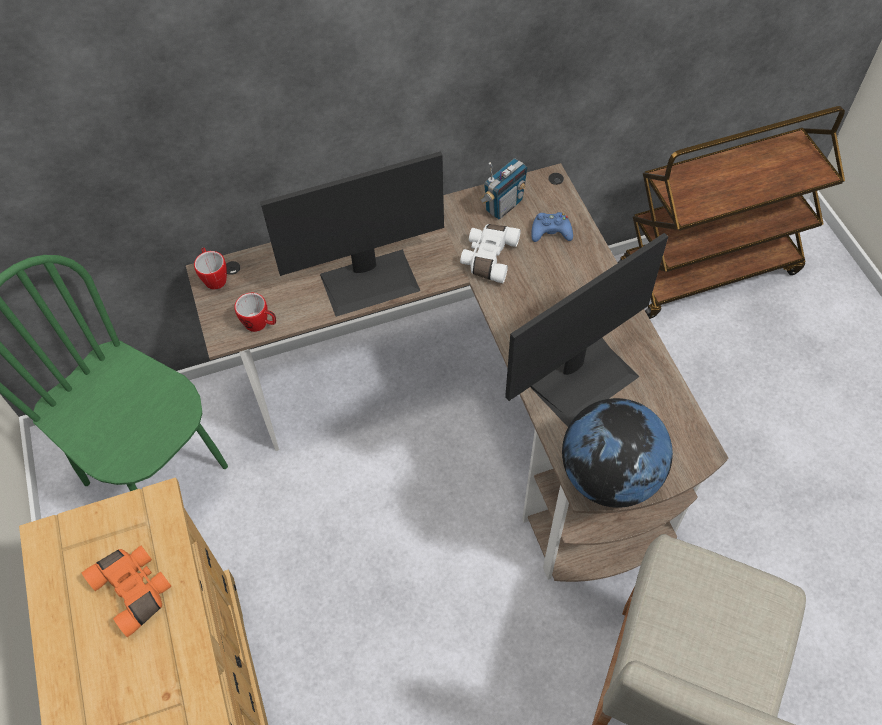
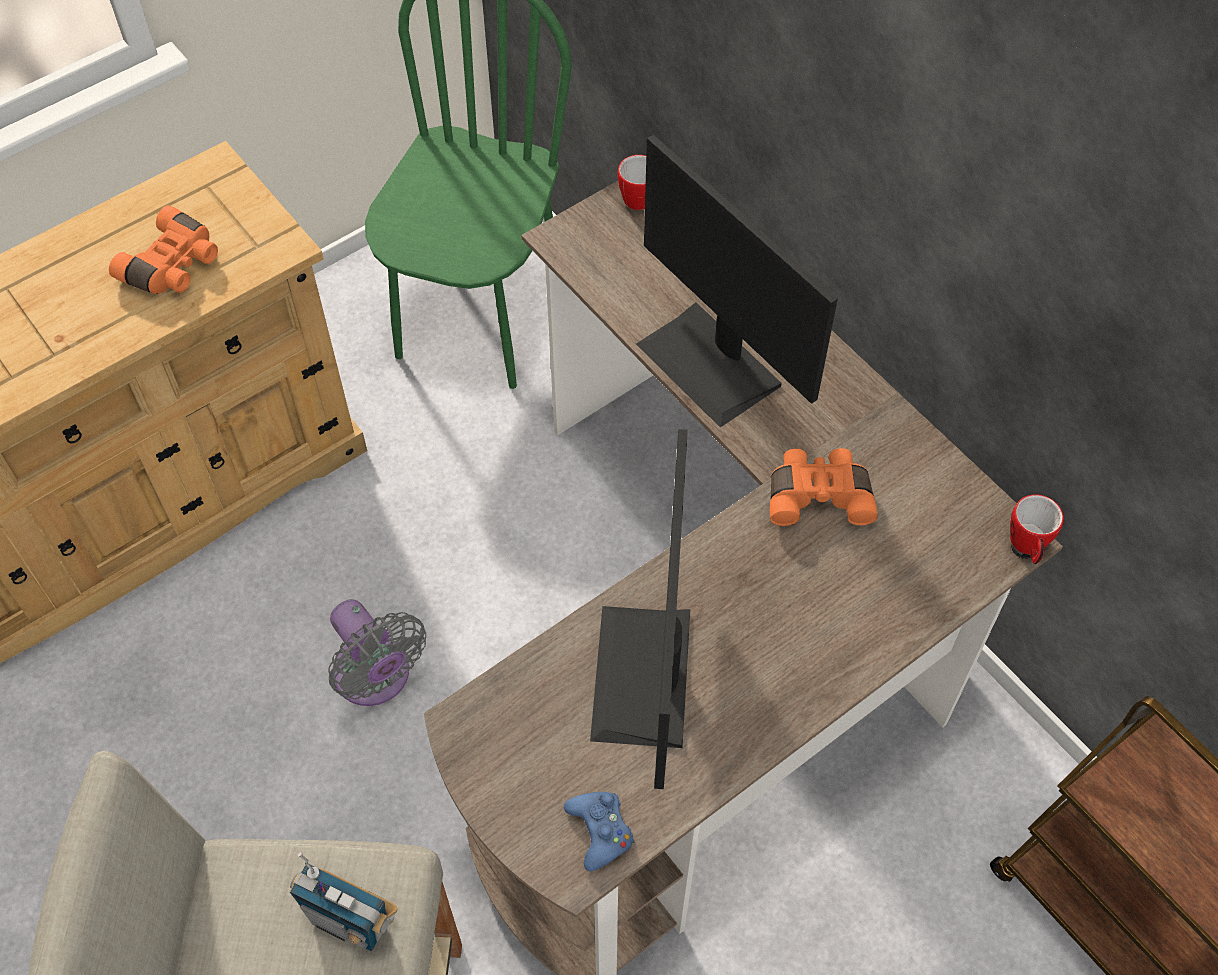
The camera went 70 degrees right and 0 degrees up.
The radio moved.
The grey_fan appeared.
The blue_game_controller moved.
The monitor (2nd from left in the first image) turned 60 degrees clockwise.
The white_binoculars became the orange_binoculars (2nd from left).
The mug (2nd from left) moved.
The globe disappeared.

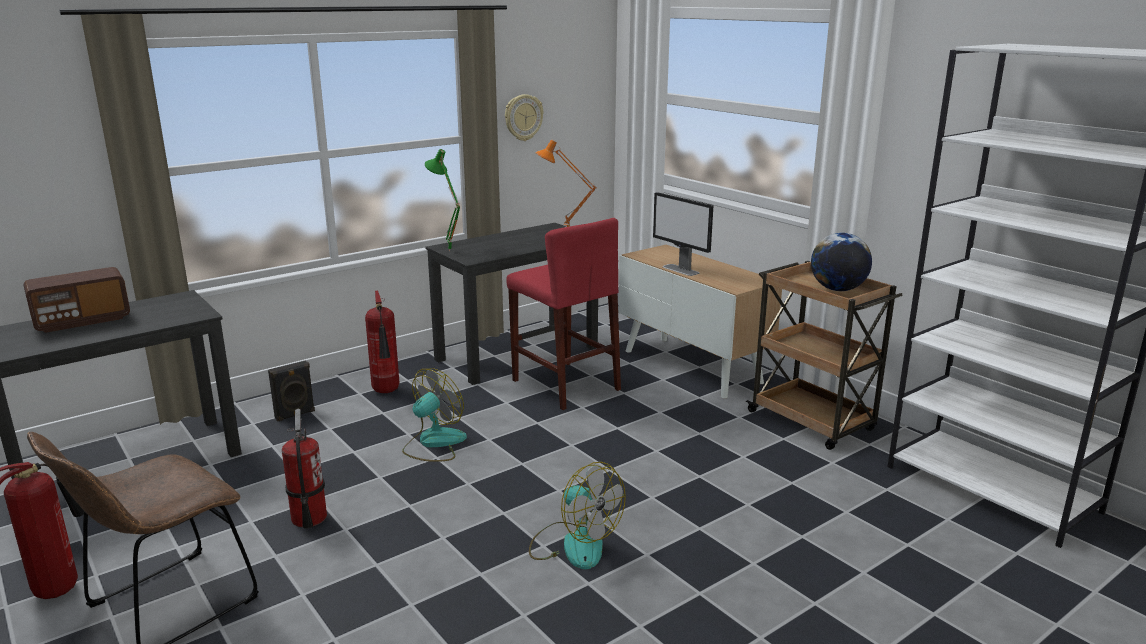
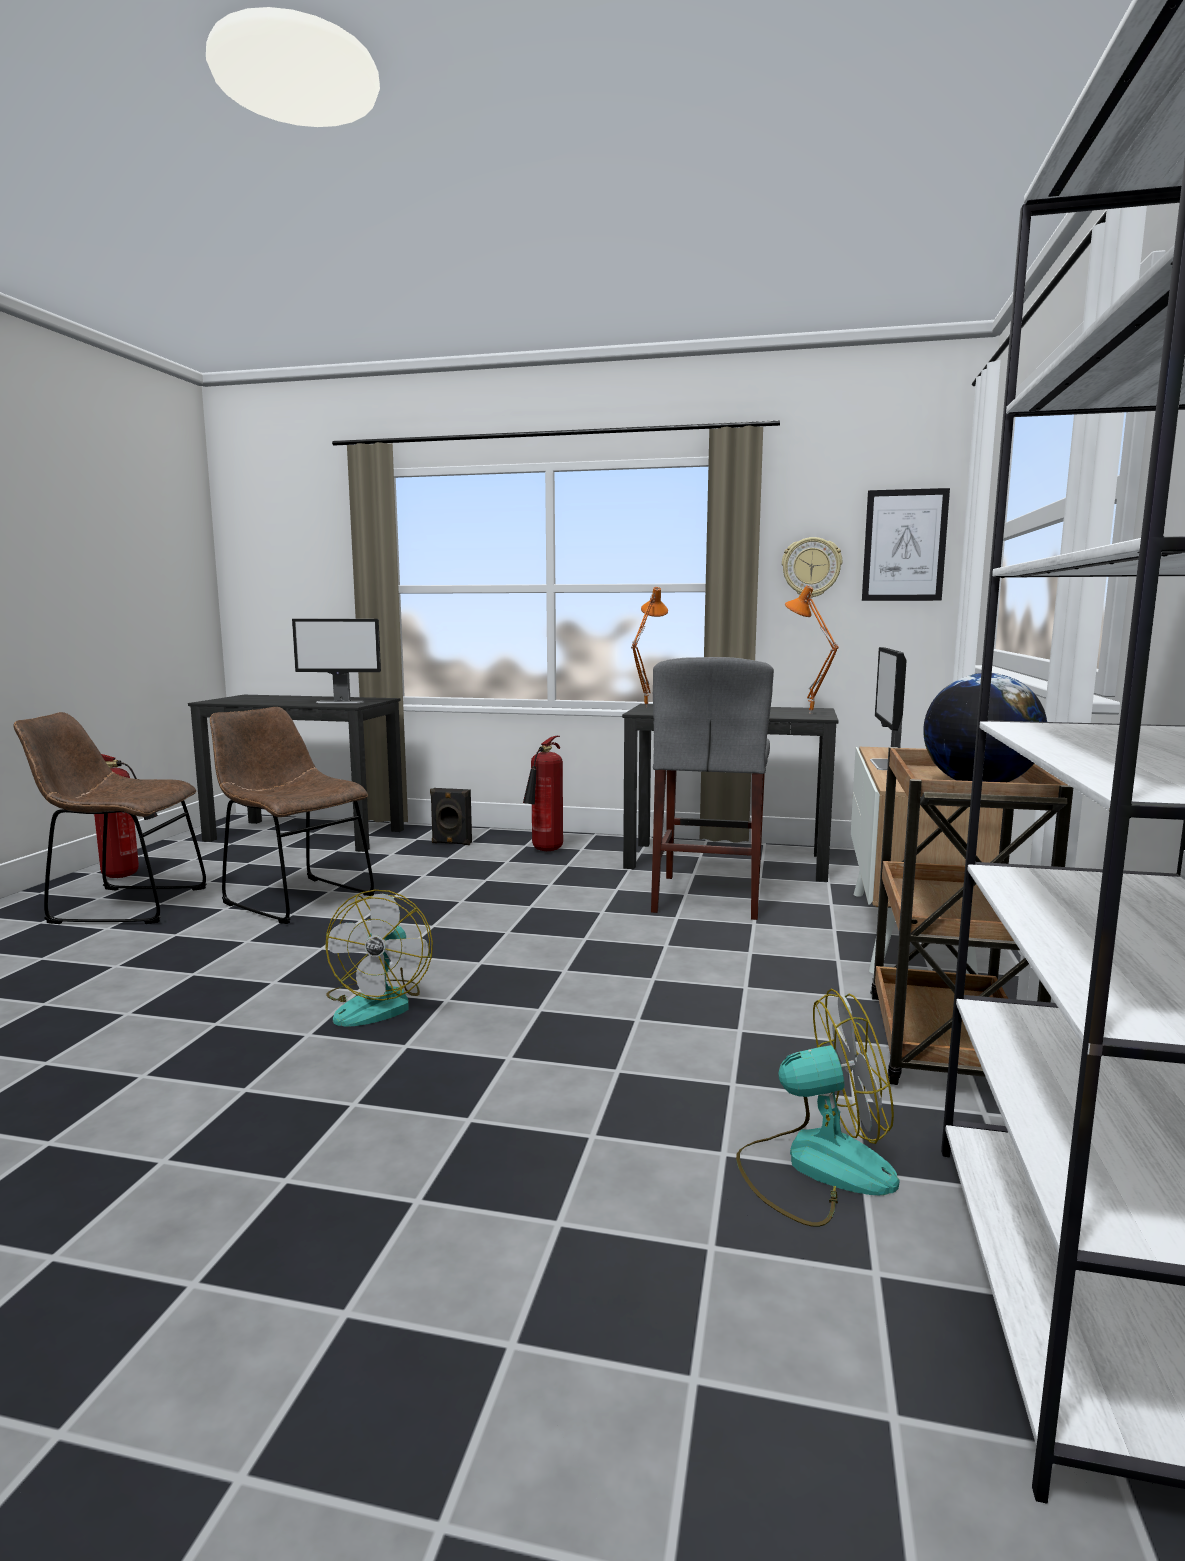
The camera went 50 degrees right and 10 degrees down.
The fire_extinguisher (2nd from left) was replaced by the brown_chair (2nd from left).
The monitor (1st from left) appeared.
The green_table_lamp became the orange_table_lamp (1st from left).
The red_stool became the grey_stool.
The fan (1st from left in the first image) moved.
The picture appeared.
The radio disappeared.

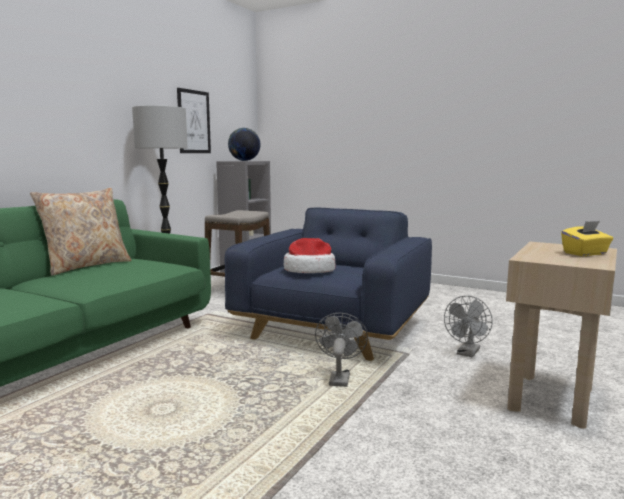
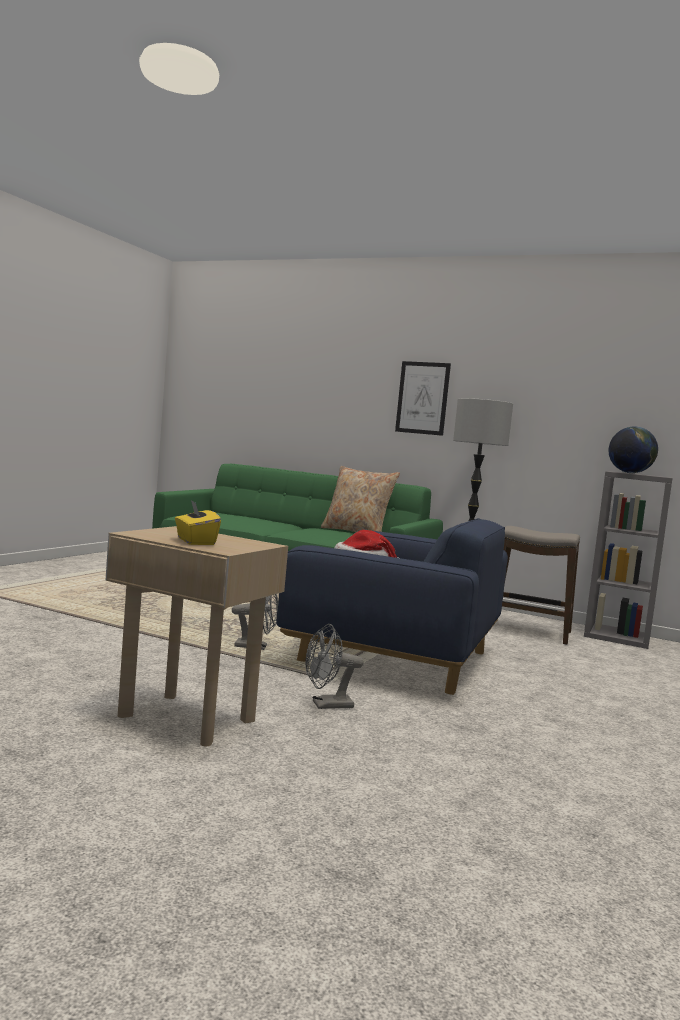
The camera went 85 degrees right and 5 degrees down.
The grey_fan (2nd from left) turned 45 degrees counterclockwise.
The picture moved.

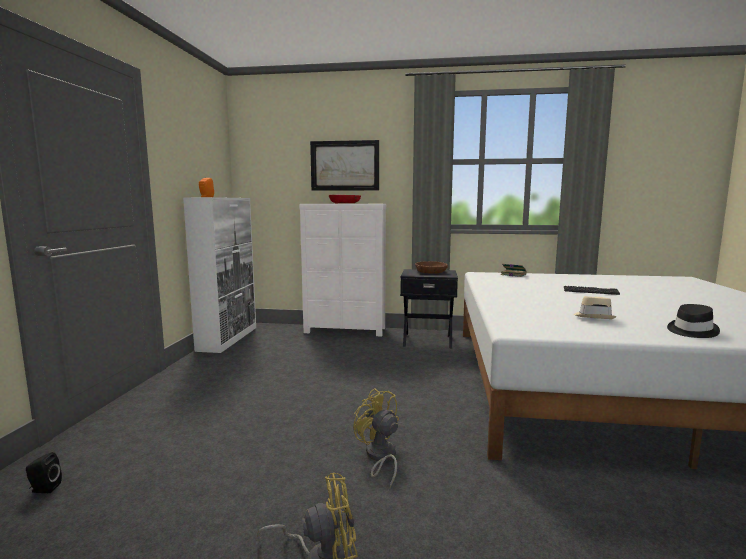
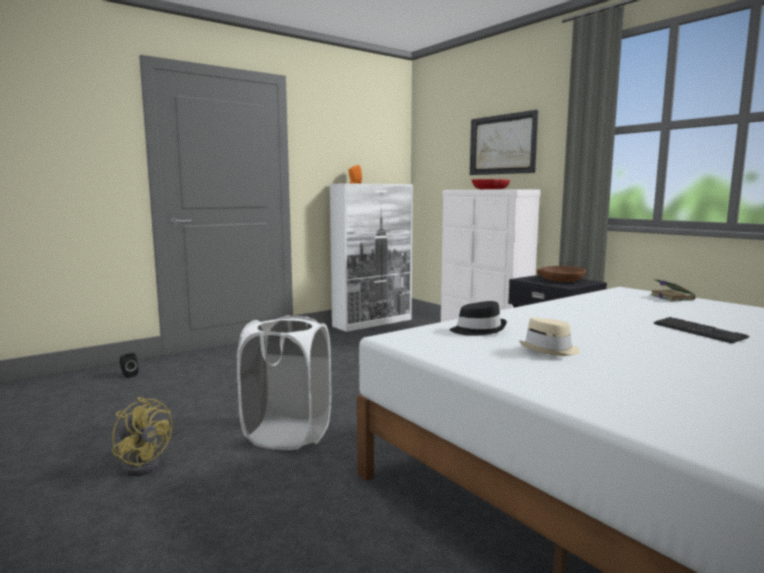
The camera went 45 degrees right and 0 degrees up.
The yellow_fan (2nd from left) was replaced by the white_laundry_basket.
The black_hat moved.

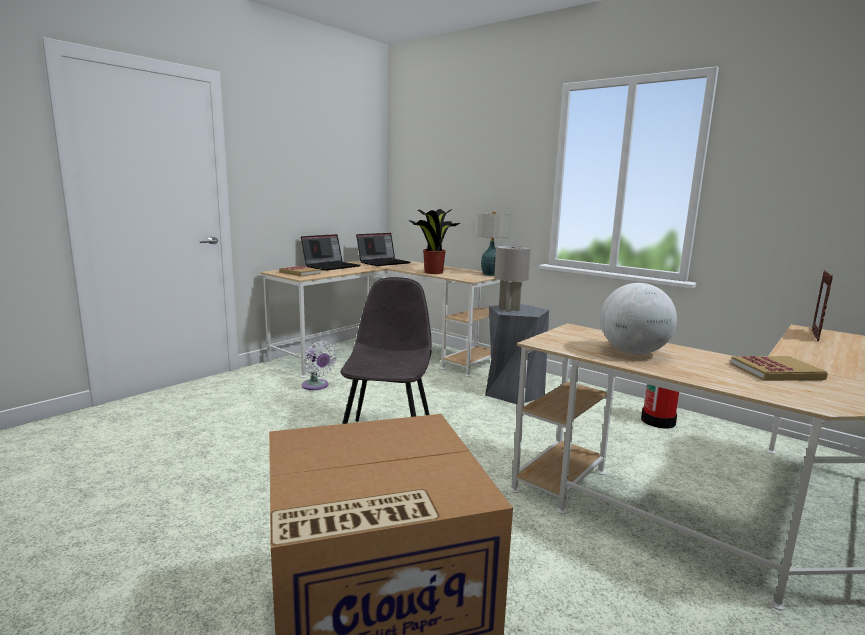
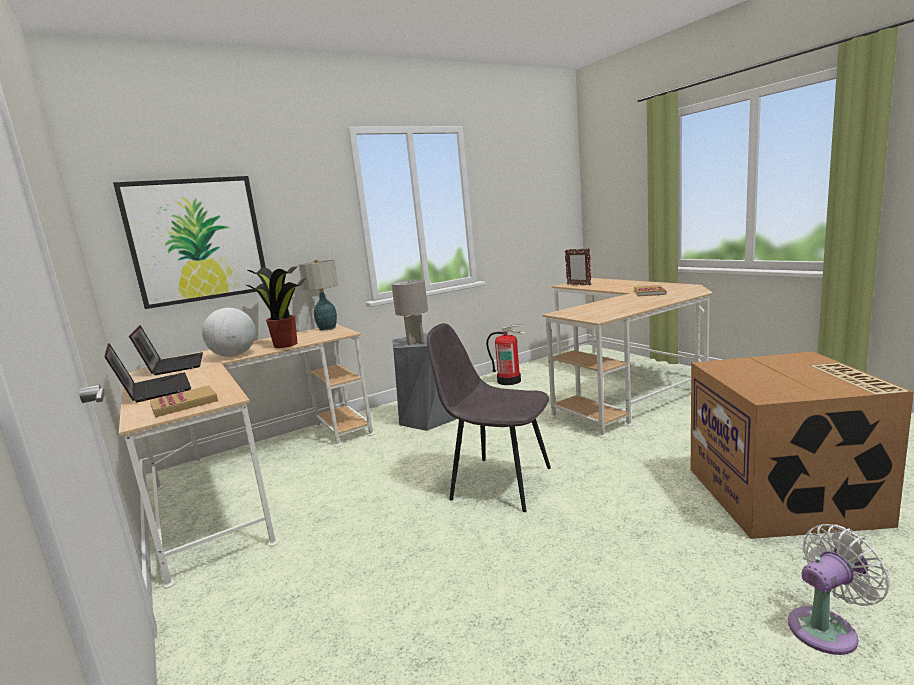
The camera went 70 degrees left and 0 degrees up.
The picture appeared.
The globe moved.
The white_fan moved.

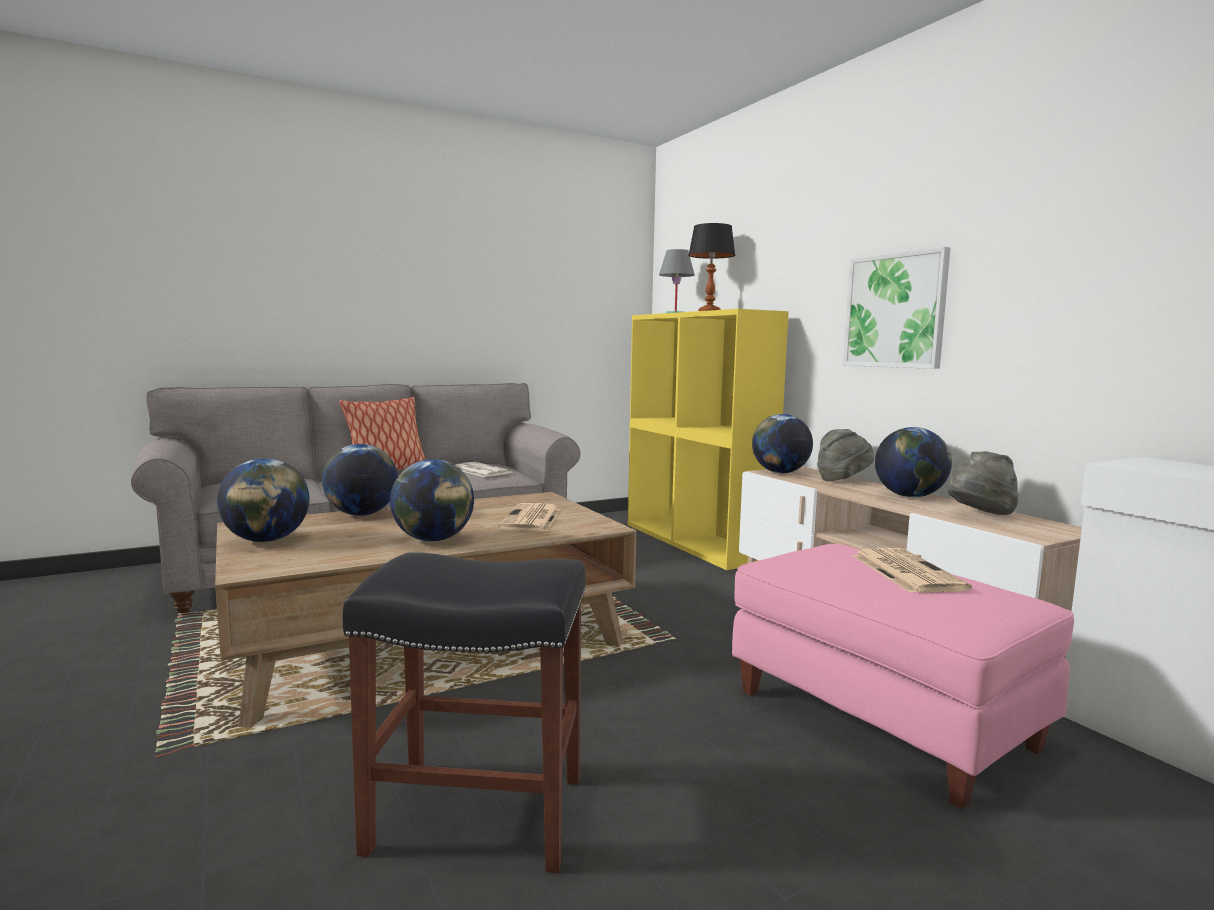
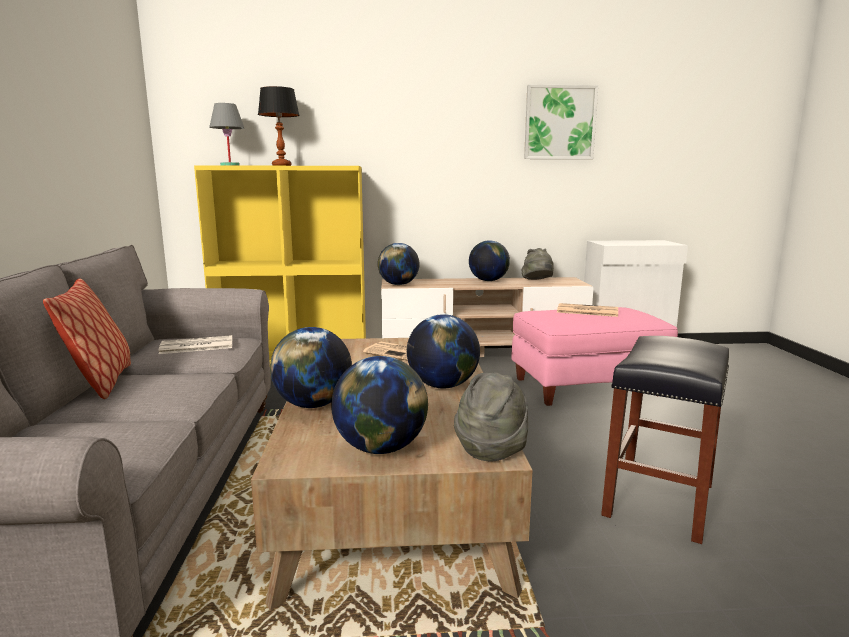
The camera went 65 degrees left and 5 degrees up.
The grey_hat (1st from left) moved.
The picture moved.

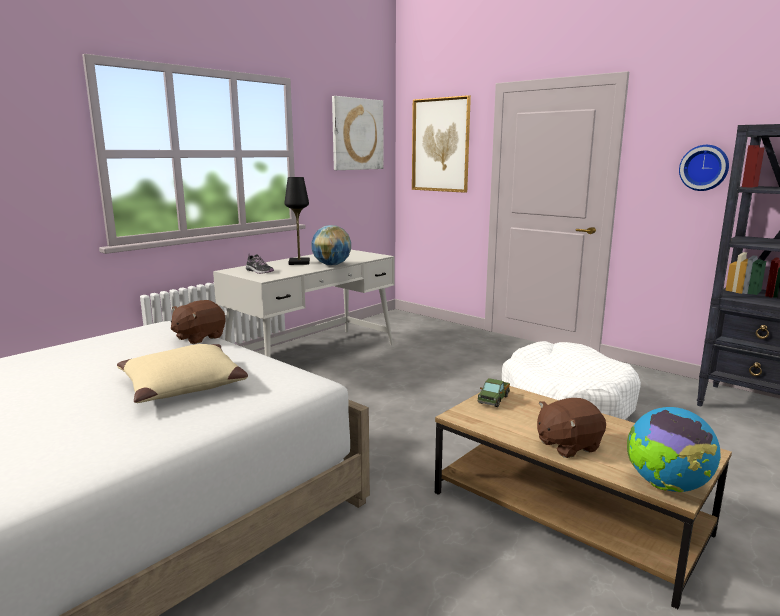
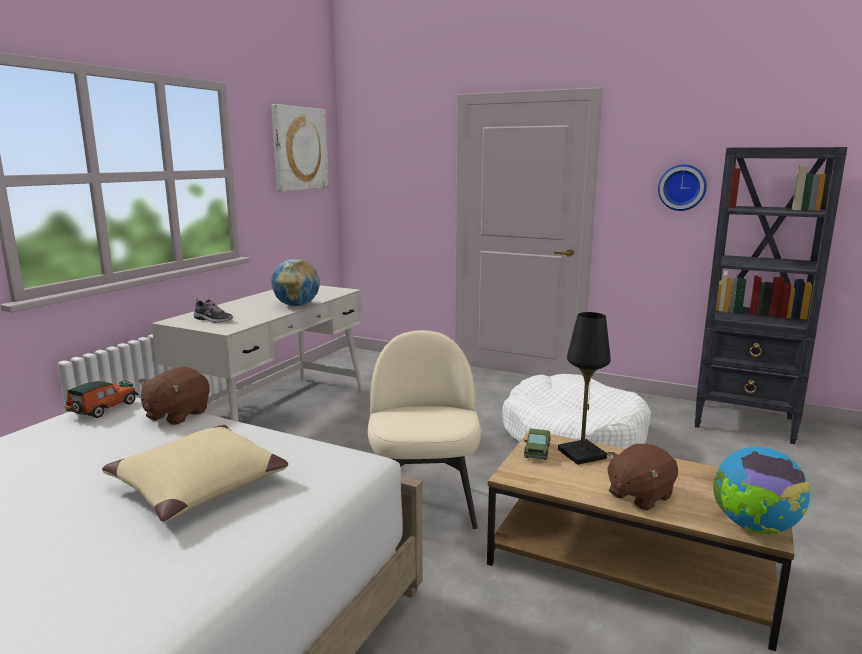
The camera went 15 degrees left and 0 degrees up.
The toy_car appeared.
The beige_chair appeared.
The black_table_lamp moved.
The picture (2nd from left) disappeared.

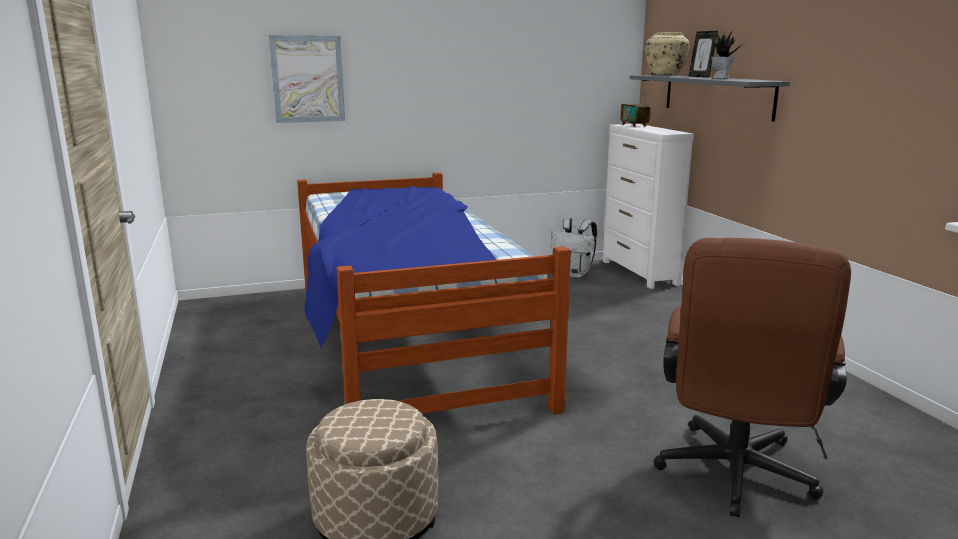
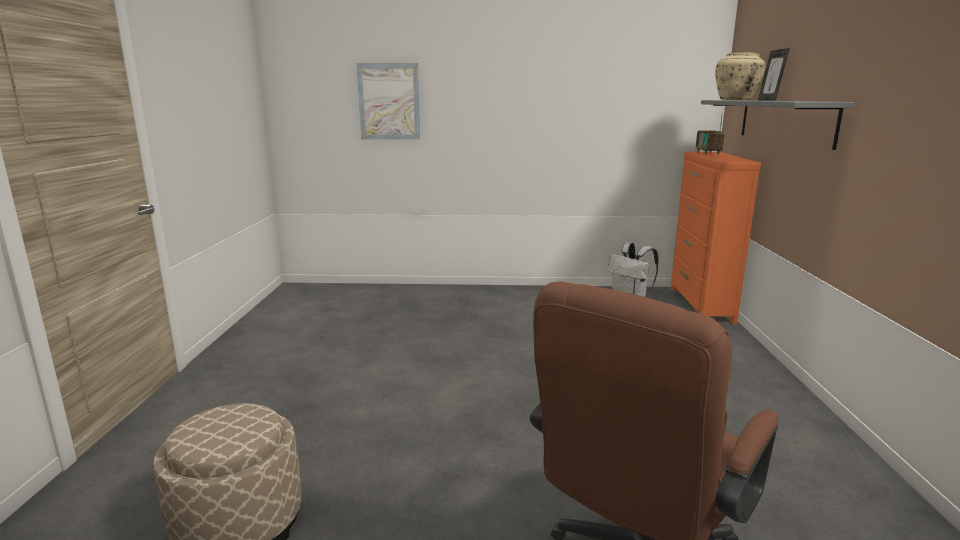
The camera went 20 degrees right and 0 degrees up.
The white_dresser became the orange_dresser.
The bed disappeared.
The potted_plant disappeared.

